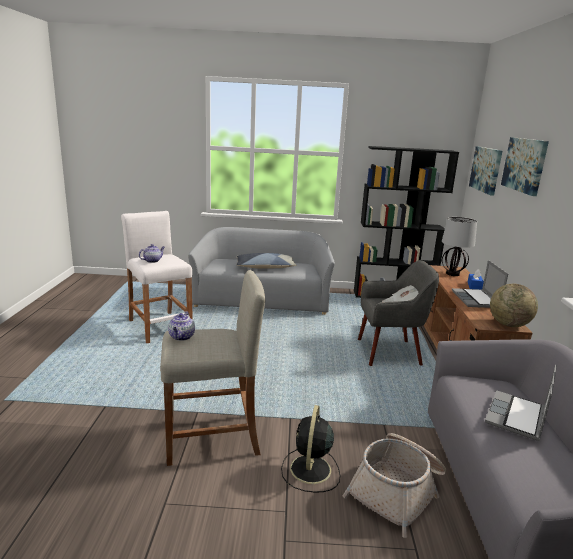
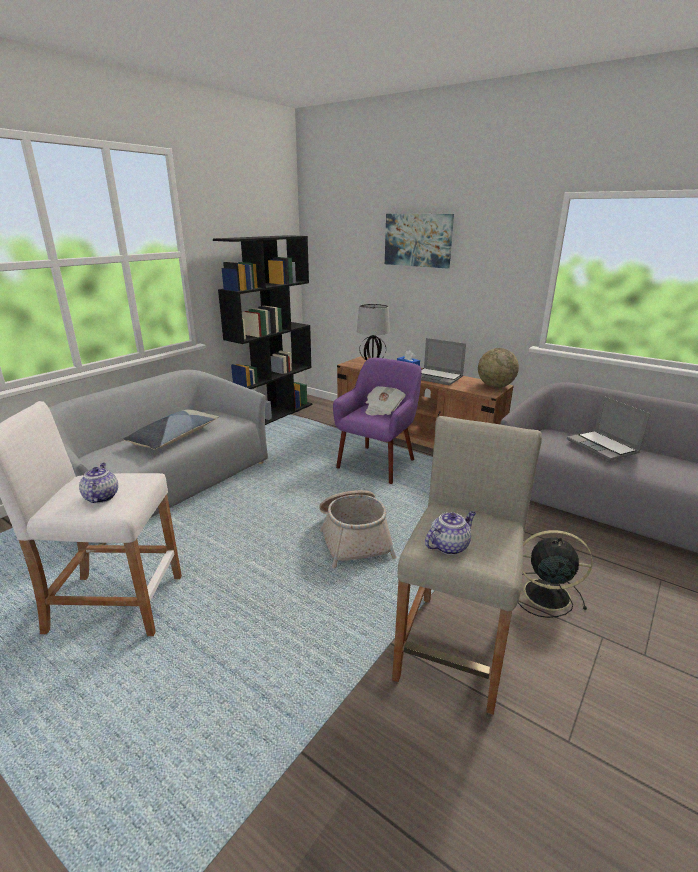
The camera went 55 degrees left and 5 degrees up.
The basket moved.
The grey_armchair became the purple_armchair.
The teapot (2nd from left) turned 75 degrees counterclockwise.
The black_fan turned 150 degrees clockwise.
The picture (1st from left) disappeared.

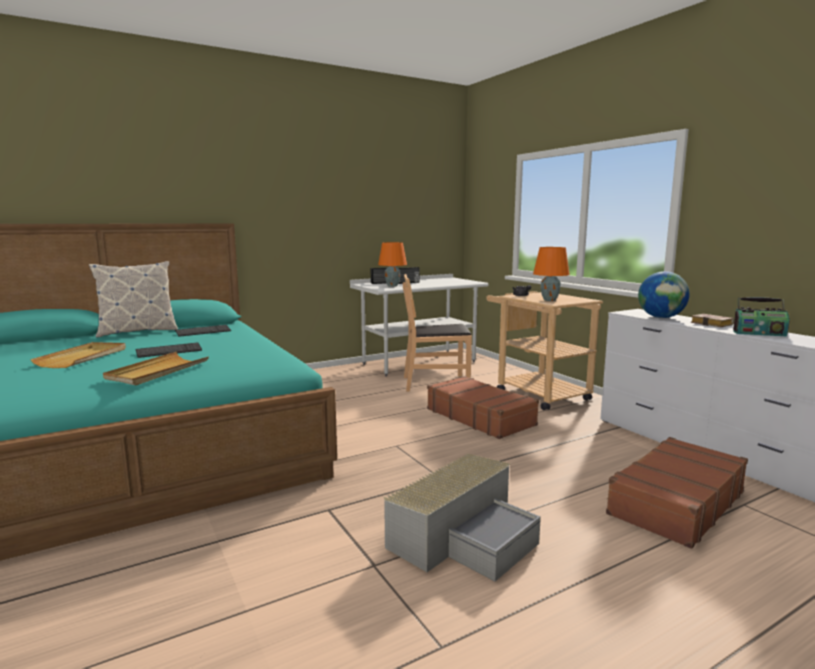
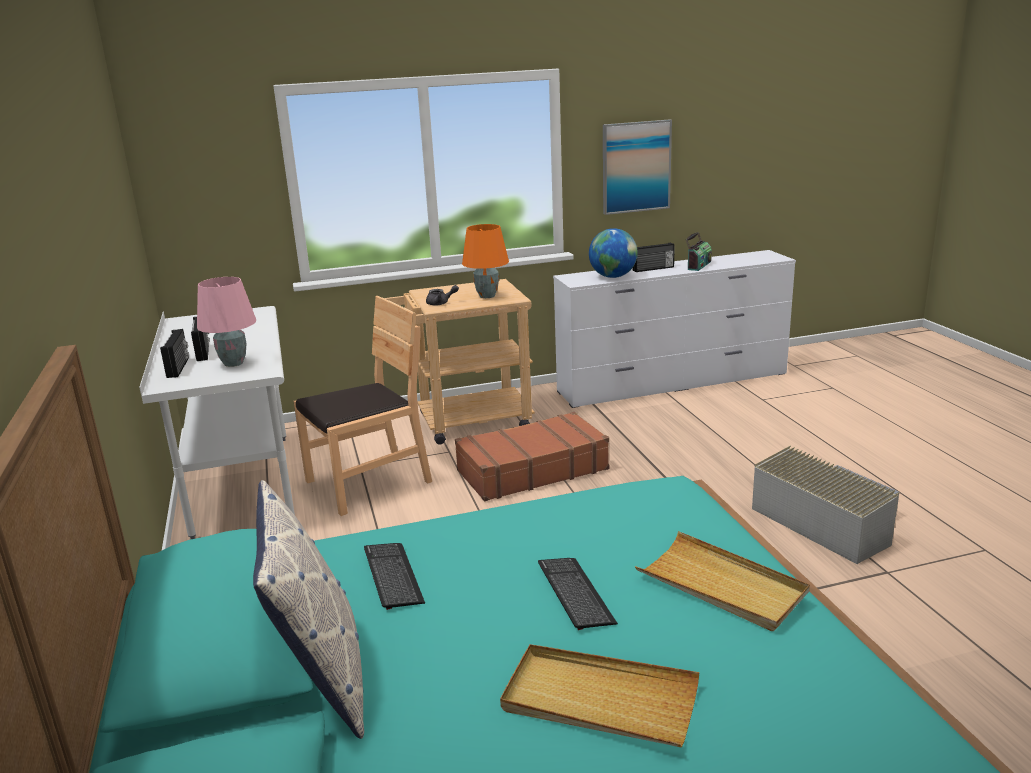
The camera went 75 degrees left and 10 degrees up.
The orange_table_lamp (1st from left) became the pink_table_lamp.
The brown_chair turned 135 degrees counterclockwise.
The picture appeared.
The book was replaced by the radio (3rd from left).
The brown_suitcase (2nd from left) disappeared.

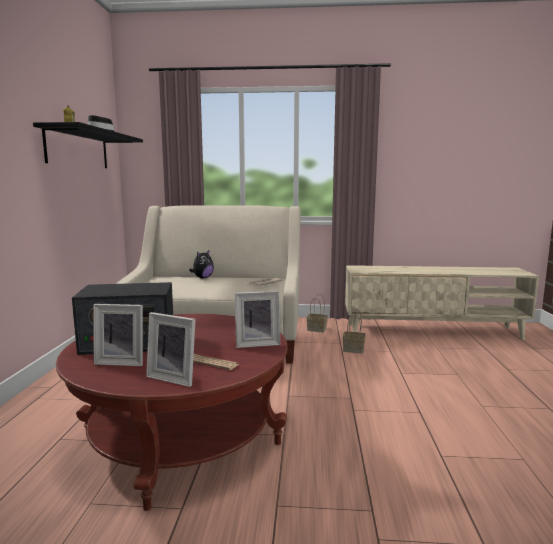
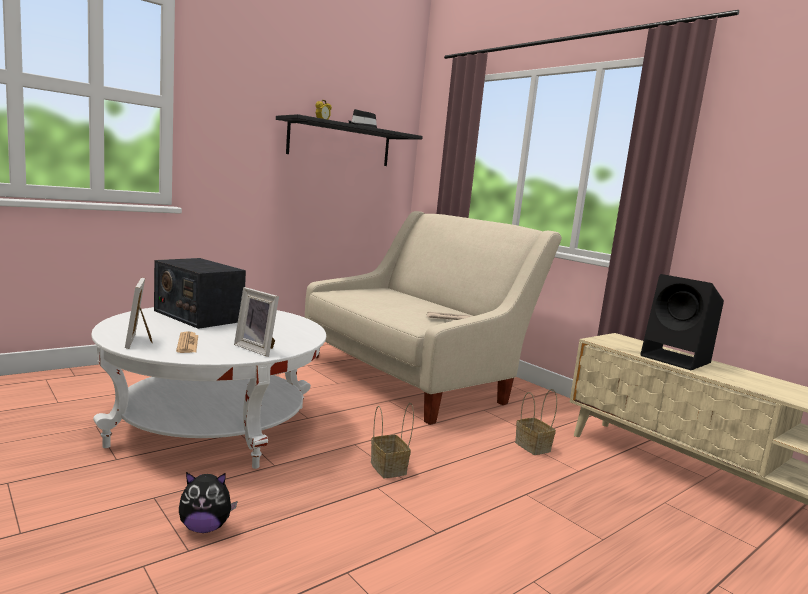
The camera went 45 degrees right and 0 degrees up.
The red_coffee_table became the white_coffee_table.
The plush_toy moved.
The basket (1st from left) moved.
The black_speaker appeared.
The picture_frame (1st from left) disappeared.

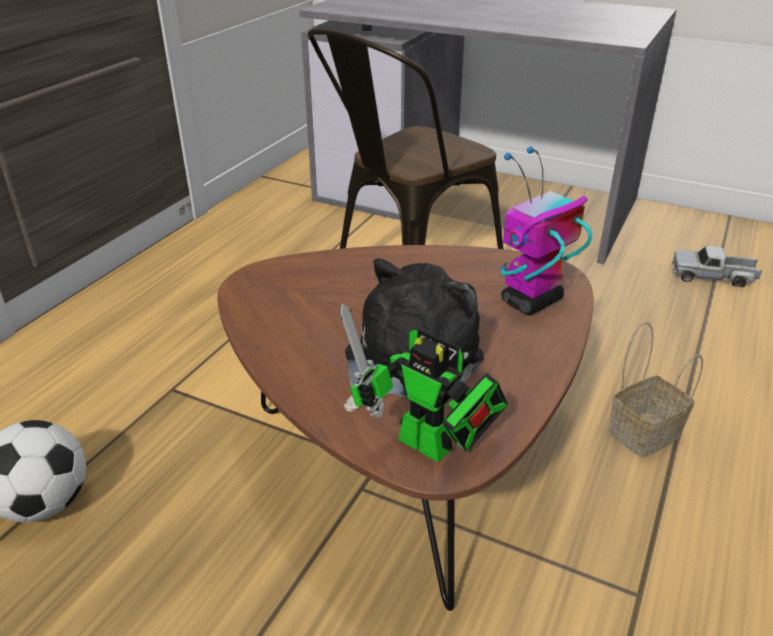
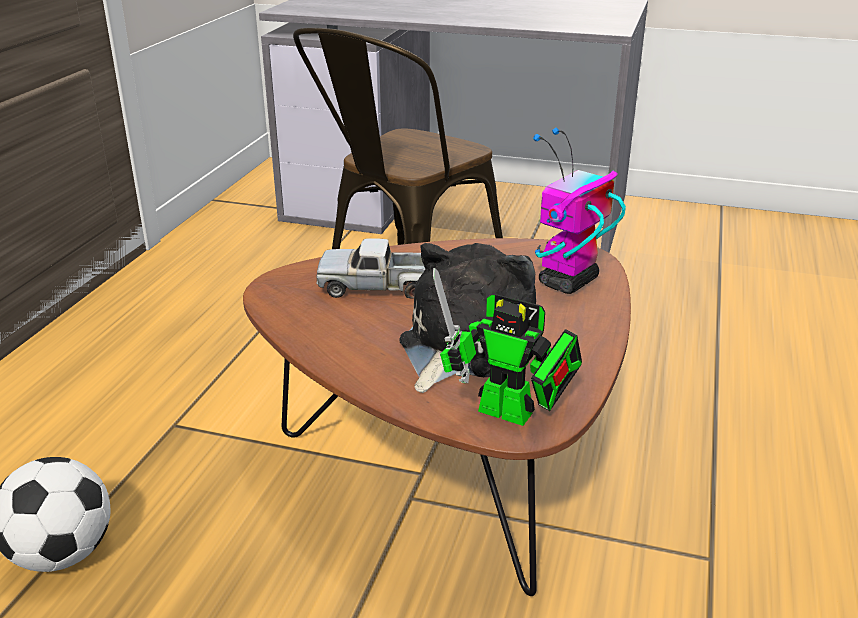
The camera went 10 degrees left and 5 degrees down.
The toy_truck moved.
The basket disappeared.

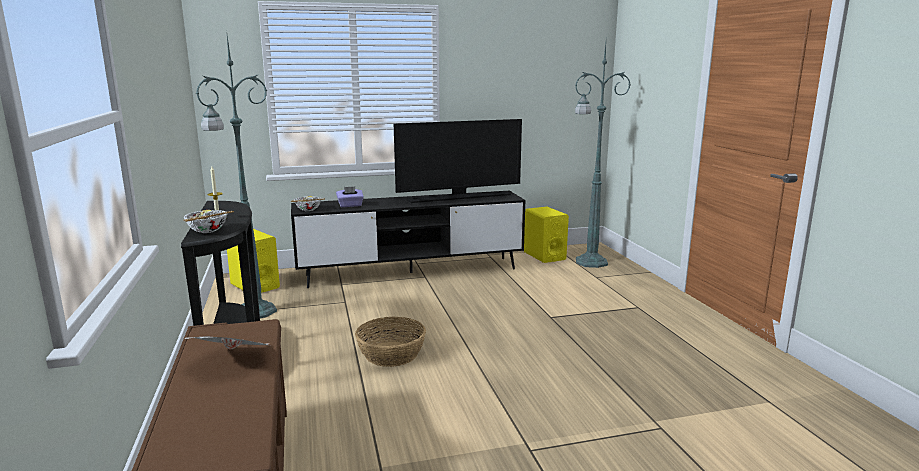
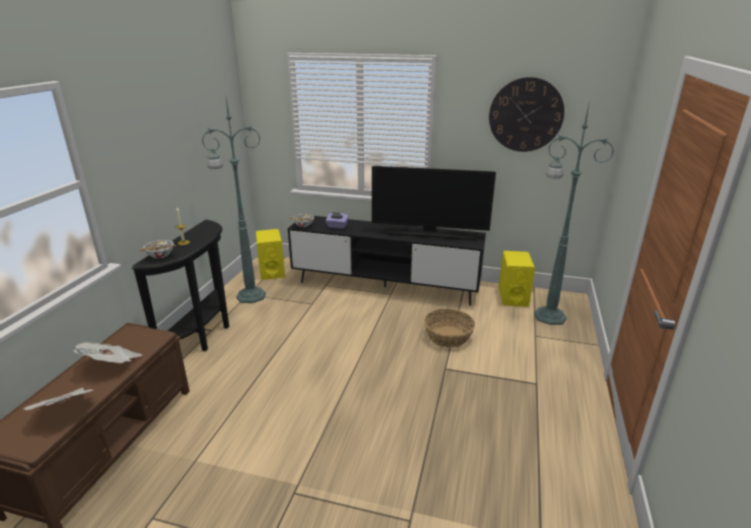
The camera went 30 degrees right and 10 degrees up.
The newspaper (1st from left) appeared.
The basket moved.
The wall_clock appeared.

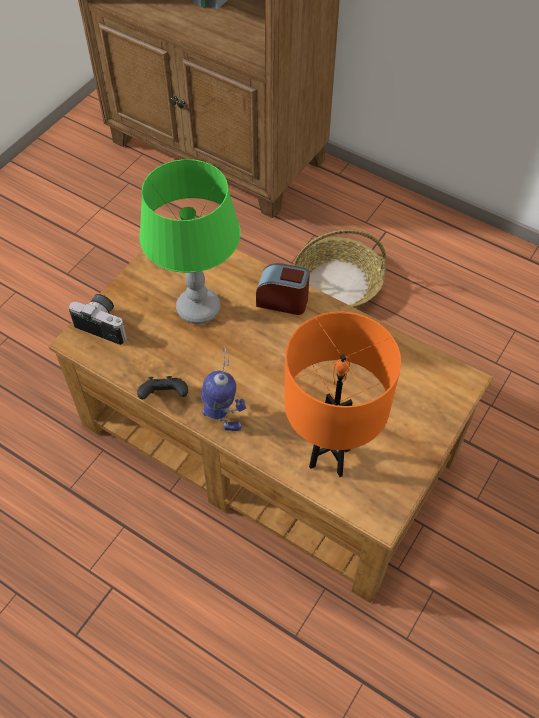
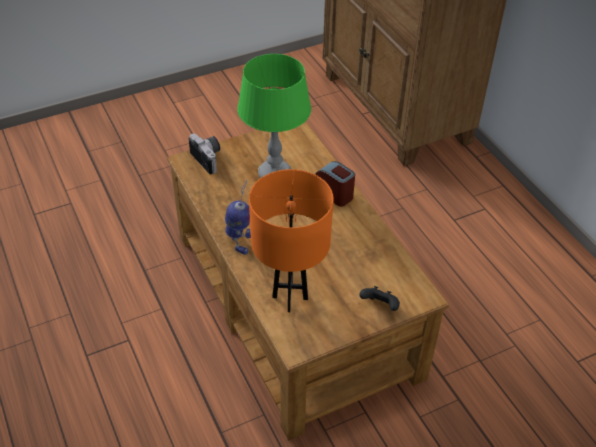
The camera went 30 degrees right and 10 degrees down.
The black_game_controller moved.
The basket disappeared.

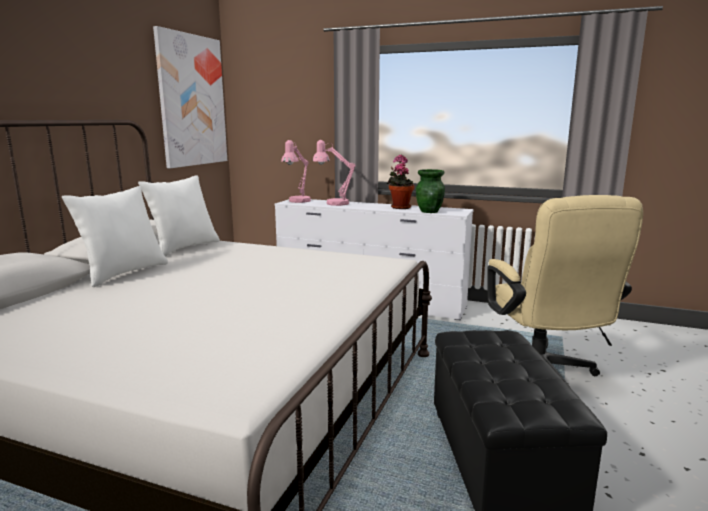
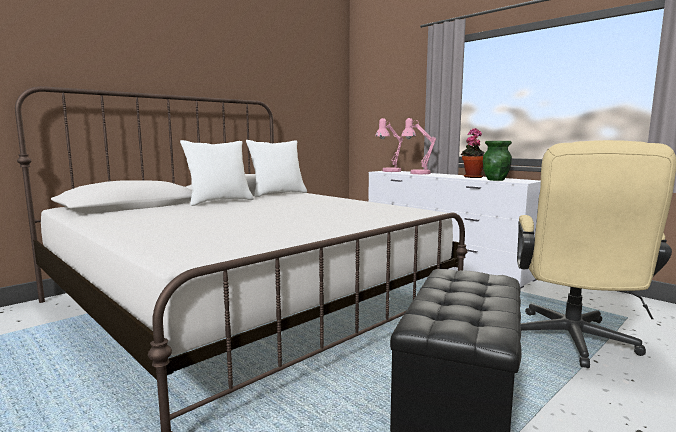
The camera went 25 degrees right and 5 degrees down.
The picture disappeared.

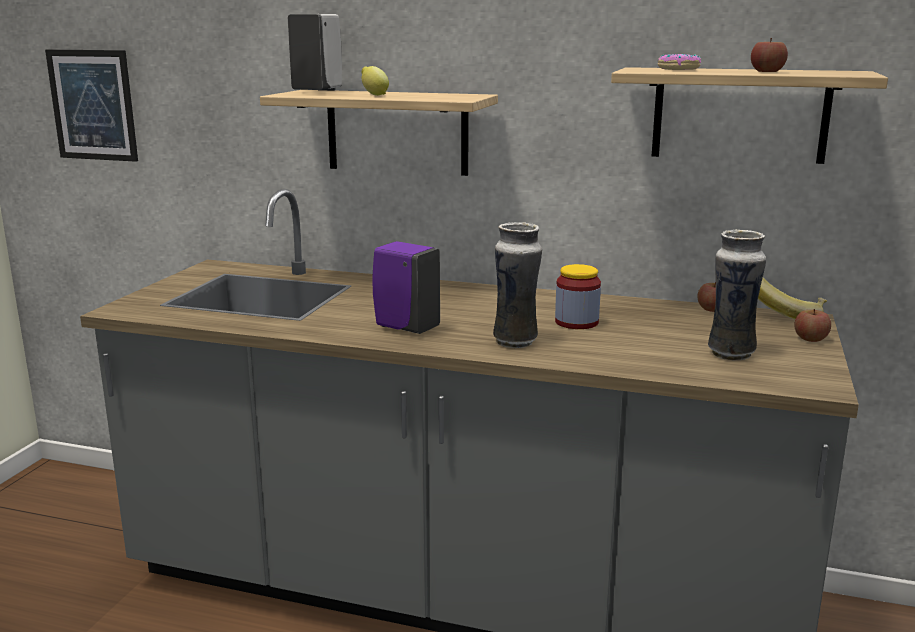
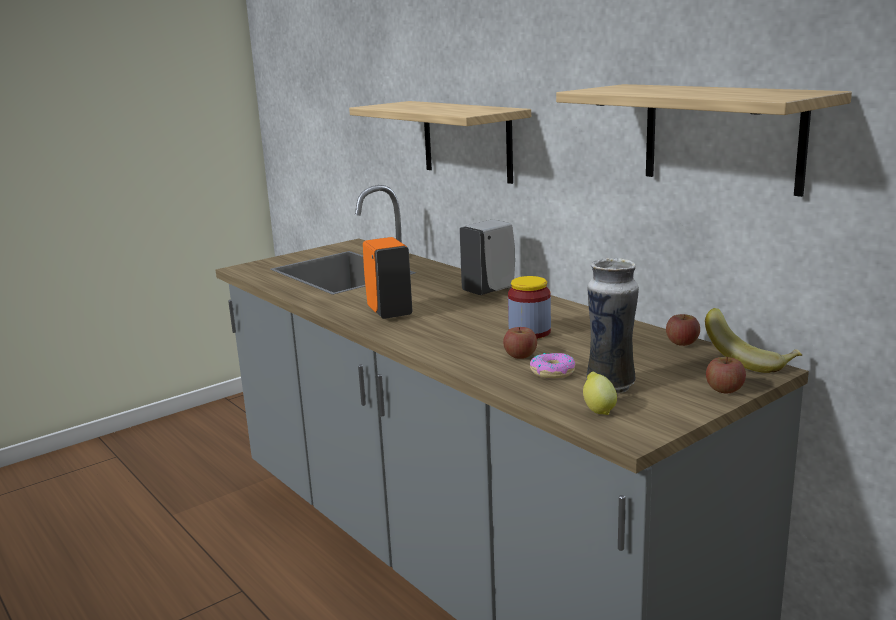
The camera went 35 degrees right and 0 degrees up.
The purple_soap_dispenser became the orange_soap_dispenser.
The white_soap_dispenser moved.
The apple (2nd from left in the first image) moved.
The donut moved.
The lemon moved.
The picture disappeared.
The vase (1st from left) disappeared.

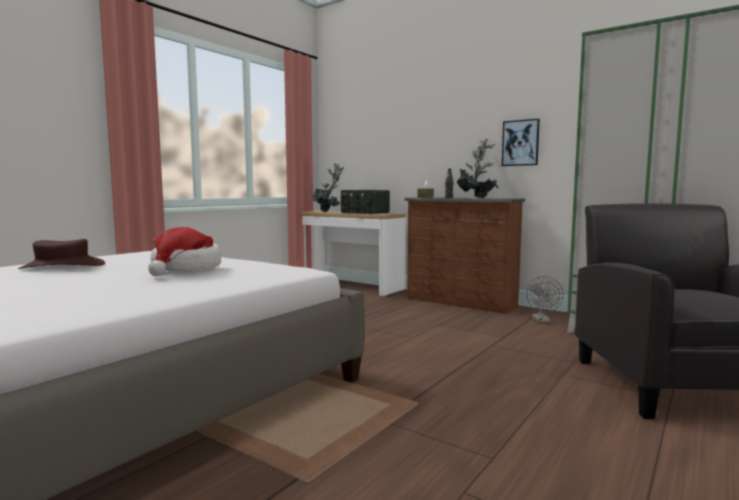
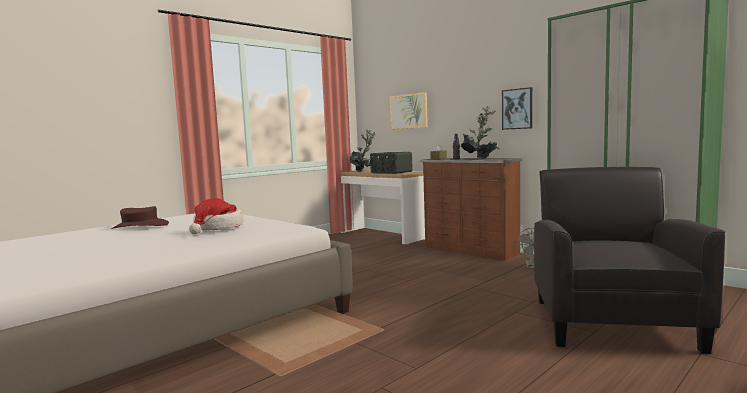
The camera went 10 degrees right and 0 degrees up.
The picture (1st from left) appeared.

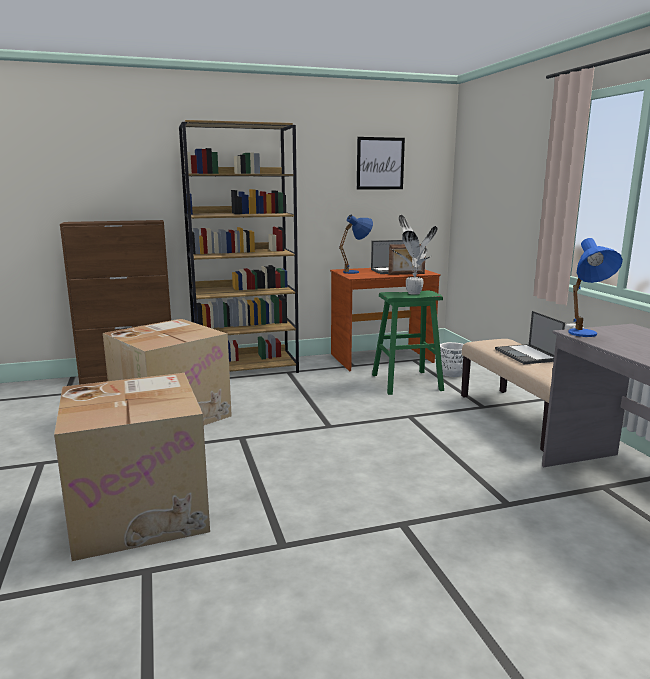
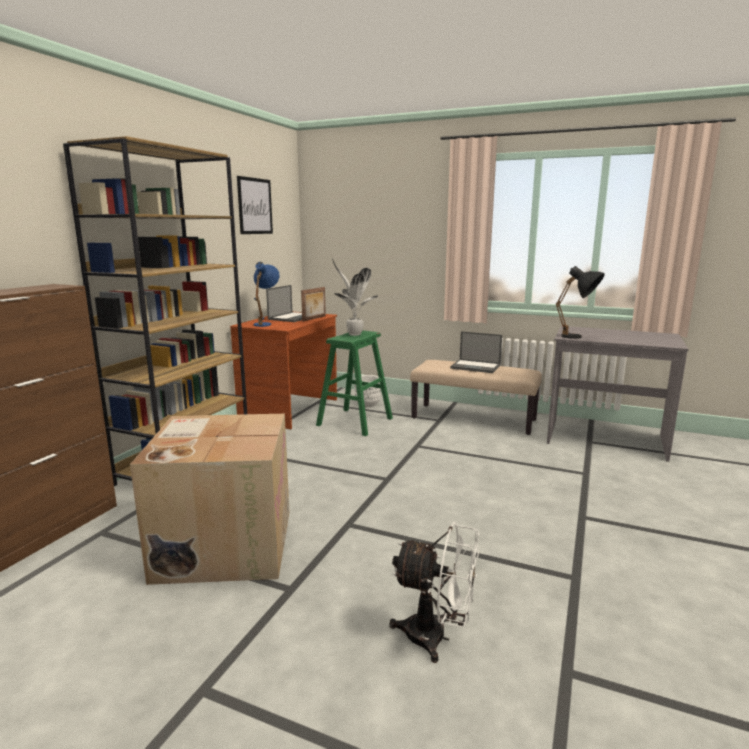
The camera went 50 degrees left and 0 degrees up.
The cardboard_box (1st from left) was replaced by the white_fan.
The blue_table_lamp (2nd from left) became the black_table_lamp.

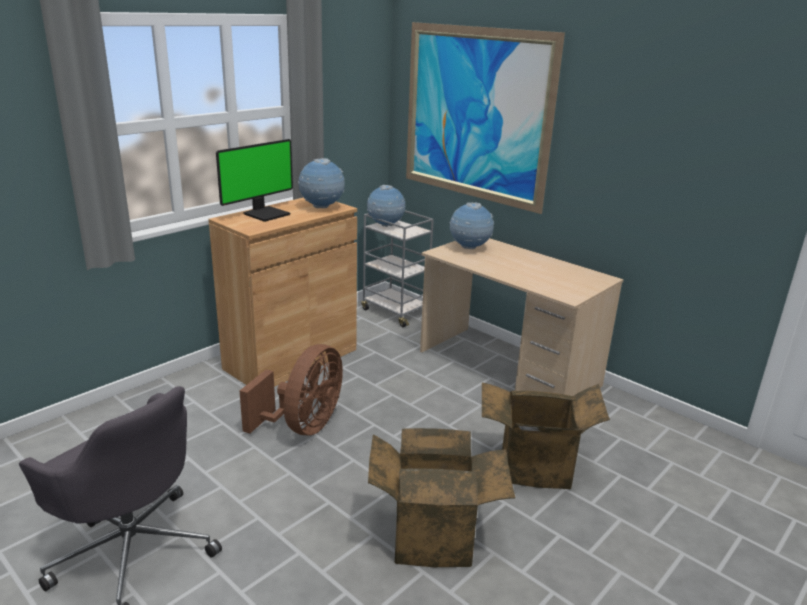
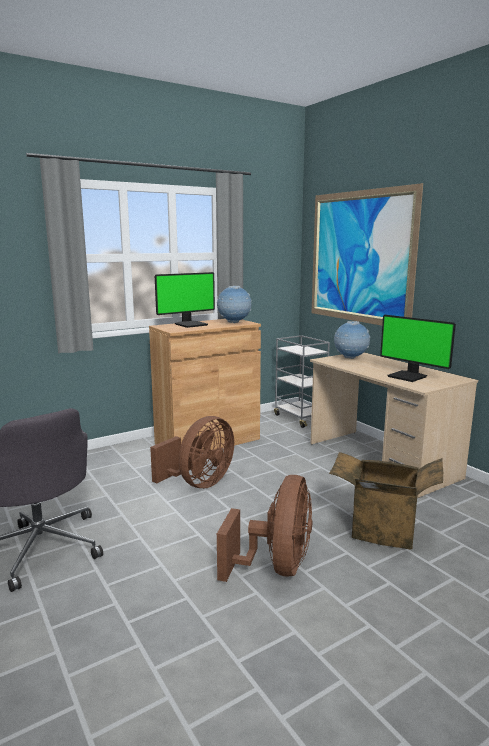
The camera went 15 degrees right and 10 degrees down.
The cardboard_box (1st from left) was replaced by the brown_fan (2nd from left).
The monitor (2nd from left) appeared.
The globe (2nd from left) disappeared.

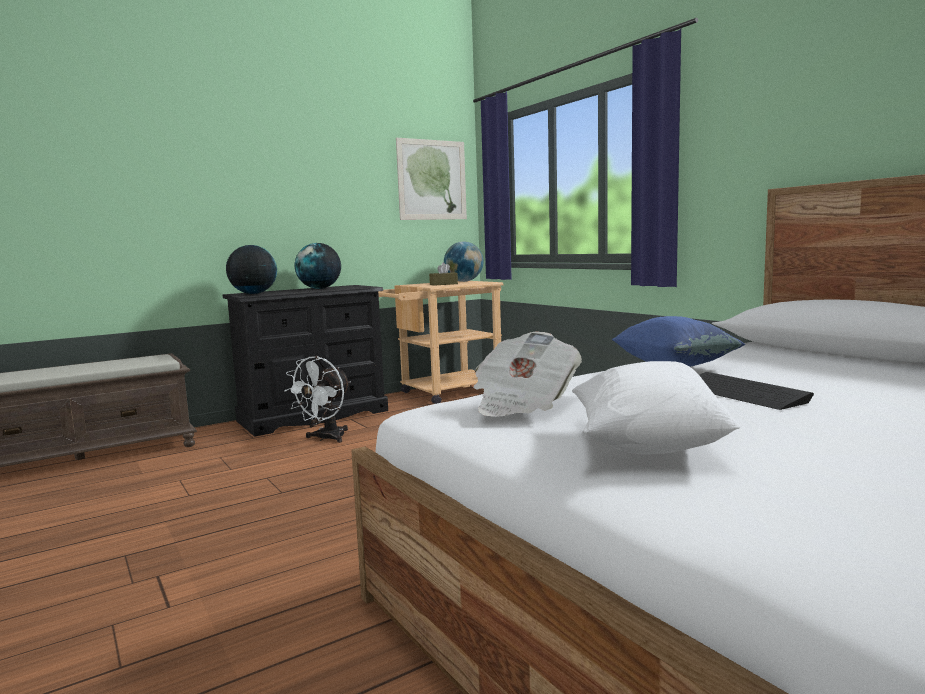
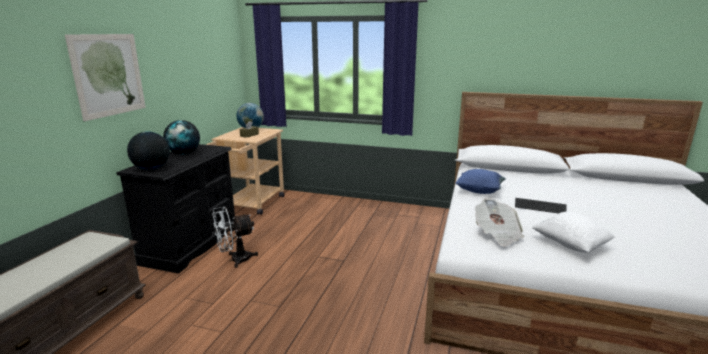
The camera went 40 degrees left and 10 degrees up.
The picture moved.
The white_fan turned 75 degrees clockwise.

